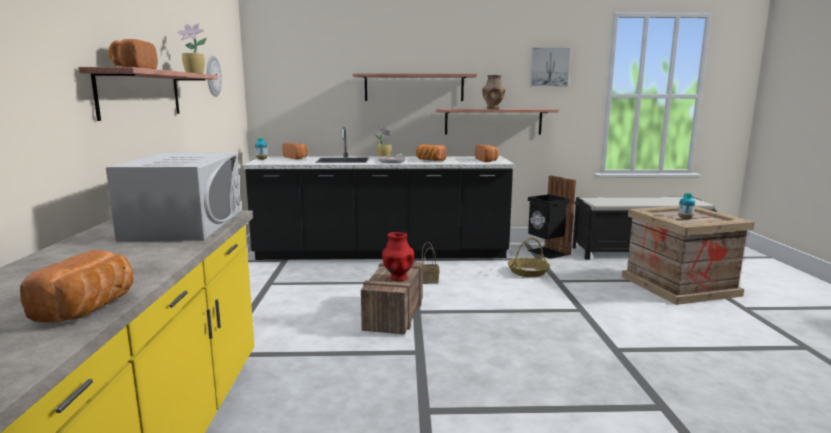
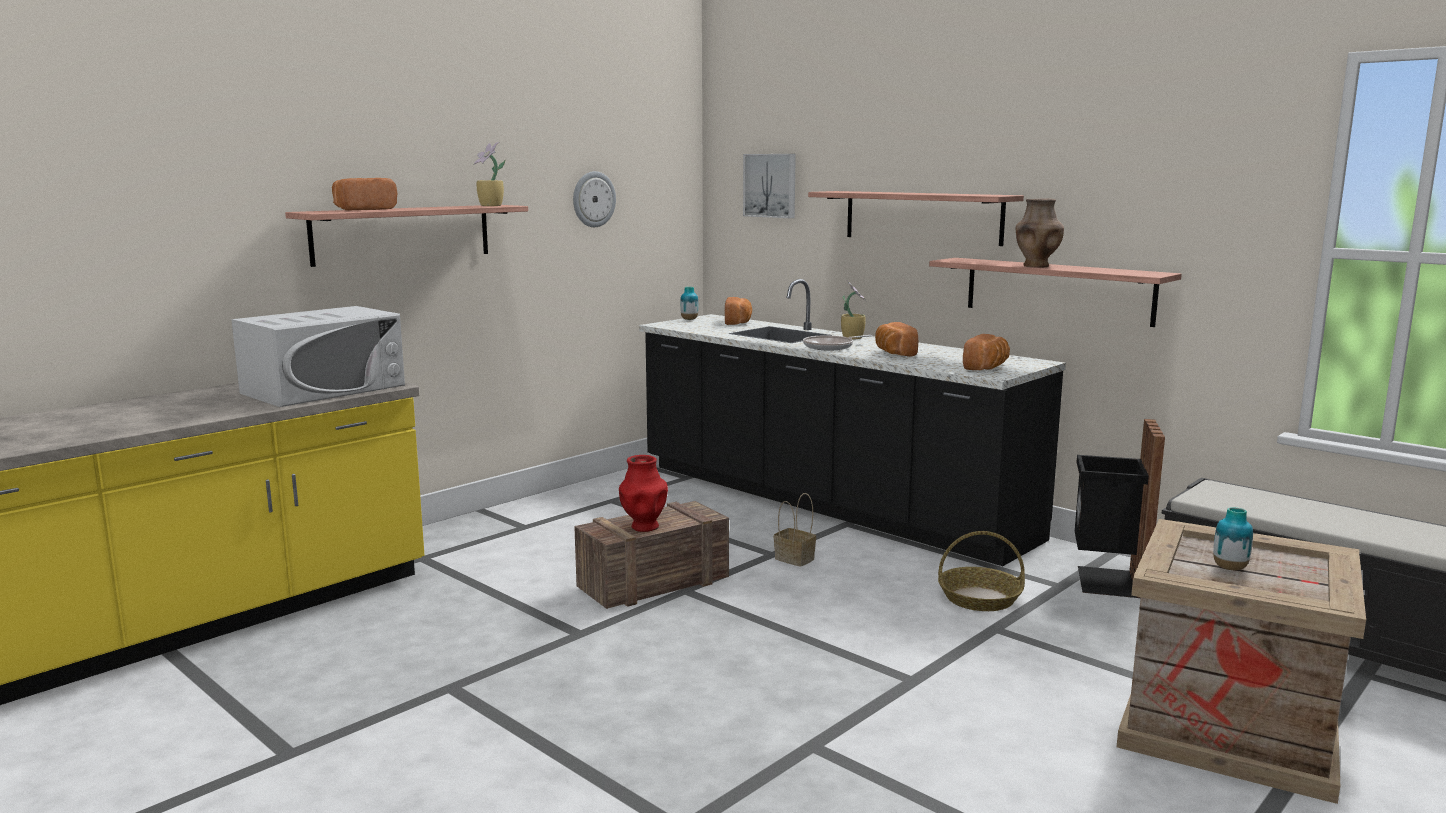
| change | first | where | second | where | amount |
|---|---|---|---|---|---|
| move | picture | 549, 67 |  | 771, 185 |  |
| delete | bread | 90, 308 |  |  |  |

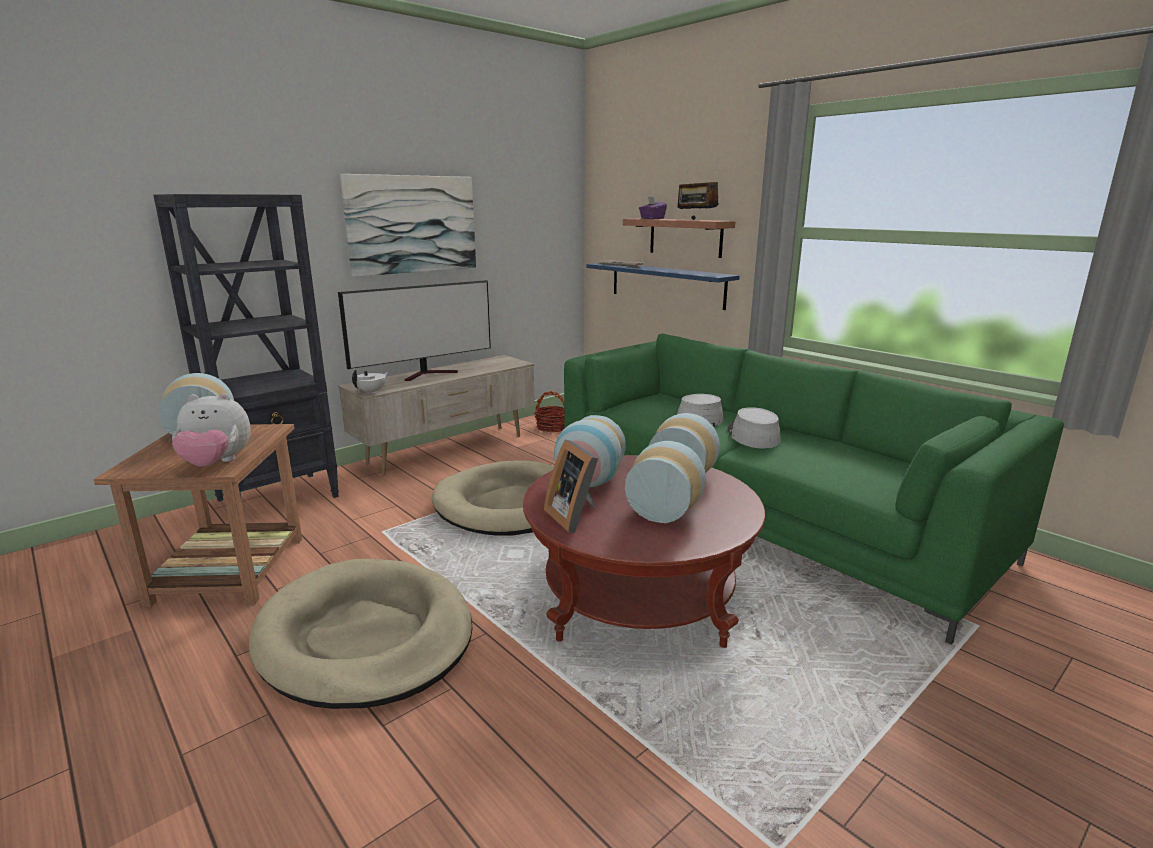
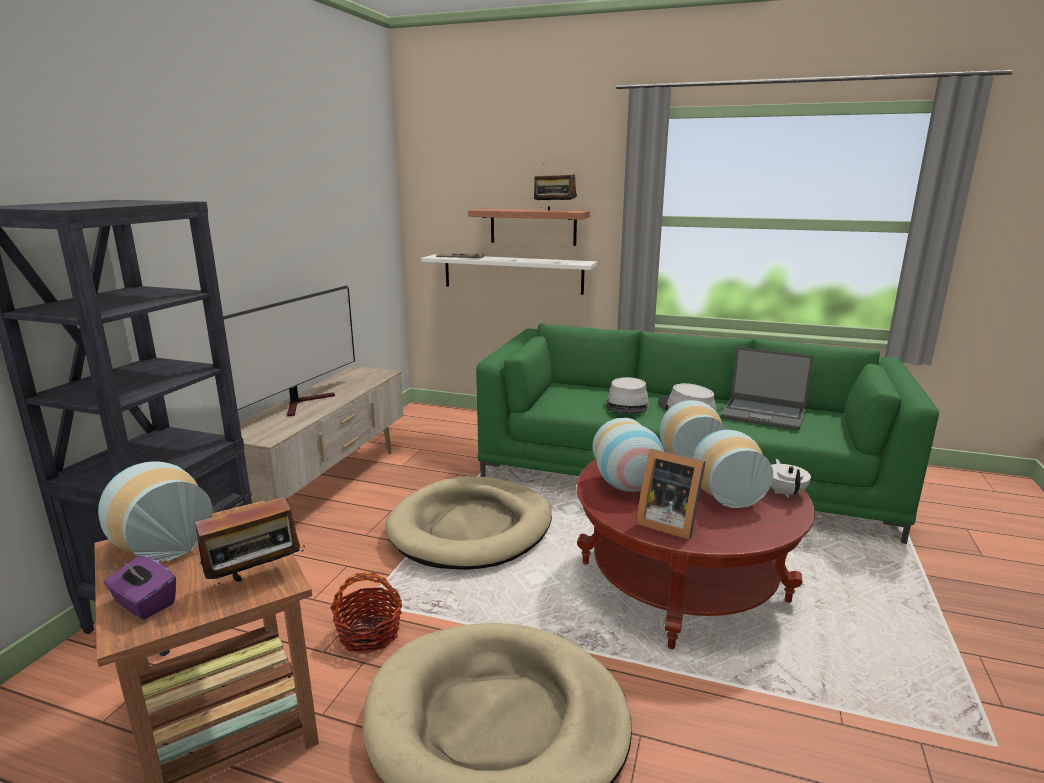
| change | first | where | second | where | amount |
|---|---|---|---|---|---|
| move | purple tissue box | 652, 218 |  | 144, 604 |  |
| replace | plush toy | 216, 464 | radio | 256, 580 |  |
| move | basket | 552, 427 |  | 369, 634 |  |
| recolor | blue shelf | 666, 284 | white shelf | 512, 274 |  |
| insert |  |  | laptop | 763, 414 |  |
| move | white teapot | 372, 392 |  | 784, 492 |  |
| delete | picture | 412, 224 |  |  |  |

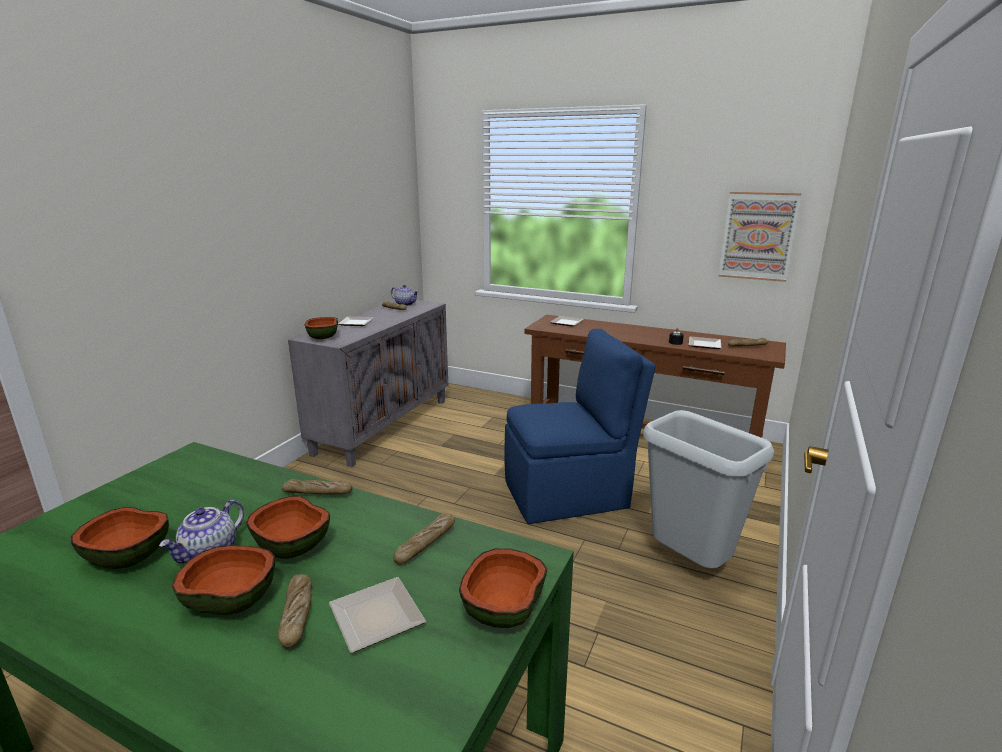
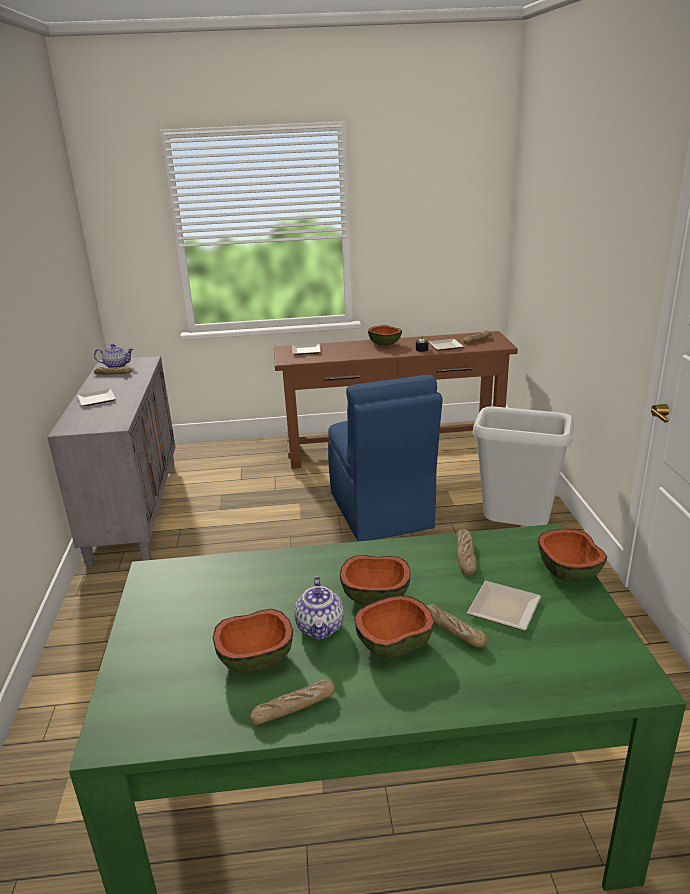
| change | first | where | second | where | amount |
|---|---|---|---|---|---|
| move | bread | 317, 493 |  | 293, 708 |  |
| rotate | blue chair | 569, 494 |  | 381, 512 | 120 degrees clockwise |
| move | bowl | 323, 337 |  | 385, 344 |  |
| delete | picture | 758, 236 |  |  |  |

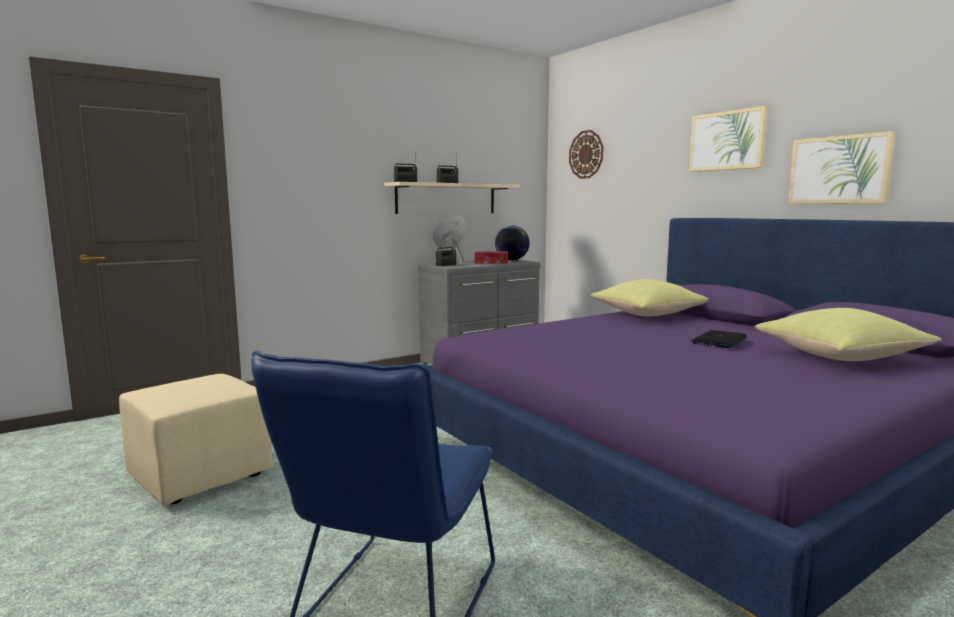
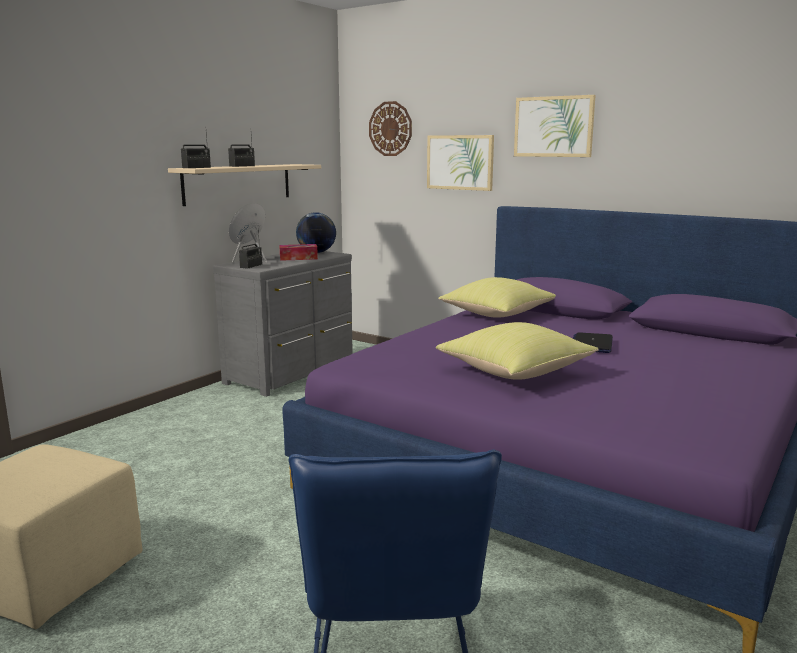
| change | first | where | second | where | amount |
|---|---|---|---|---|---|
| move | picture | 839, 170 |  | 460, 162 |  |
| move | yellow pillow | 840, 357 |  | 515, 372 |  |

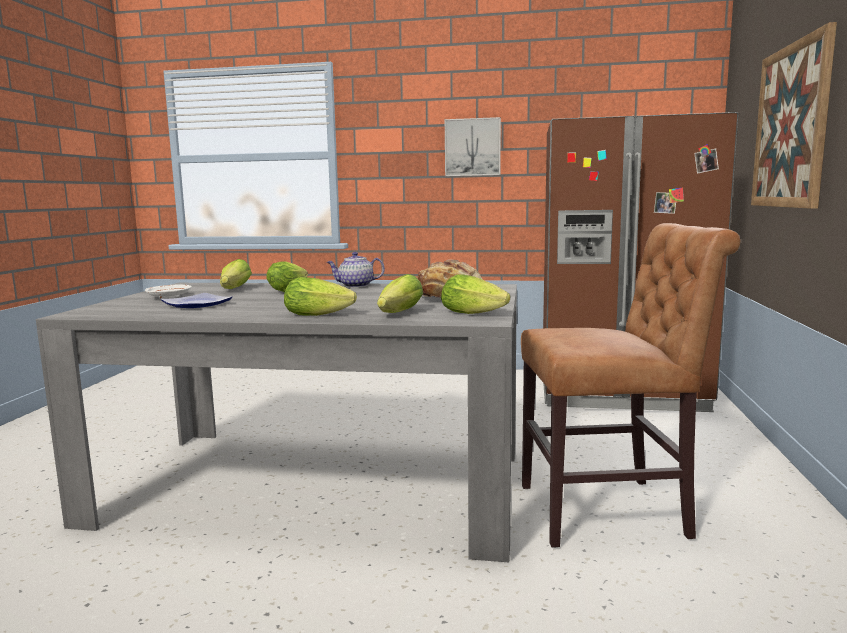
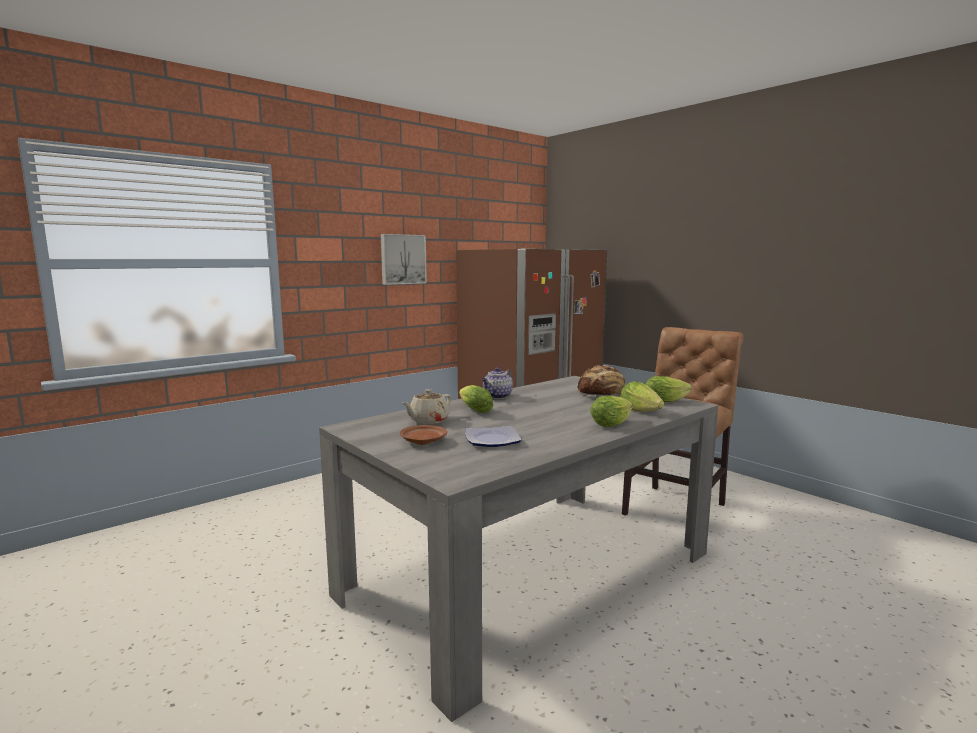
| change | first | where | second | where | amount |
|---|---|---|---|---|---|
| recolor | white plate | 169, 297 | brown plate | 422, 441 |  |
| replace | lettuce | 234, 289 | beige teapot | 428, 420 |  |
| delete | picture | 791, 126 |  |  |  |

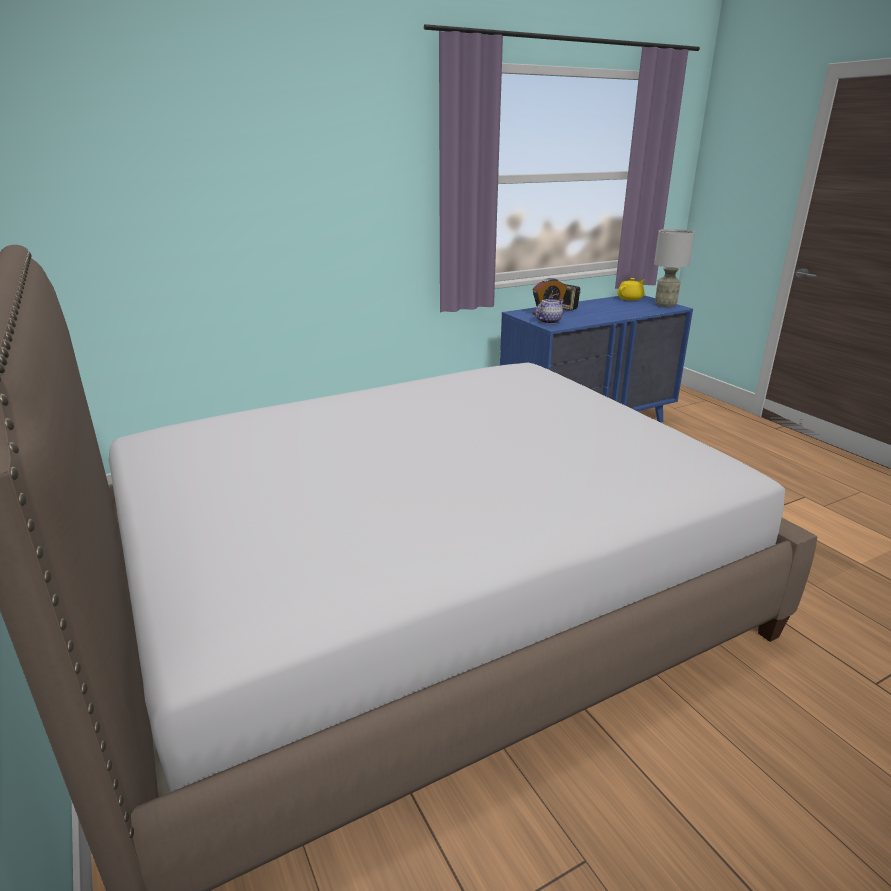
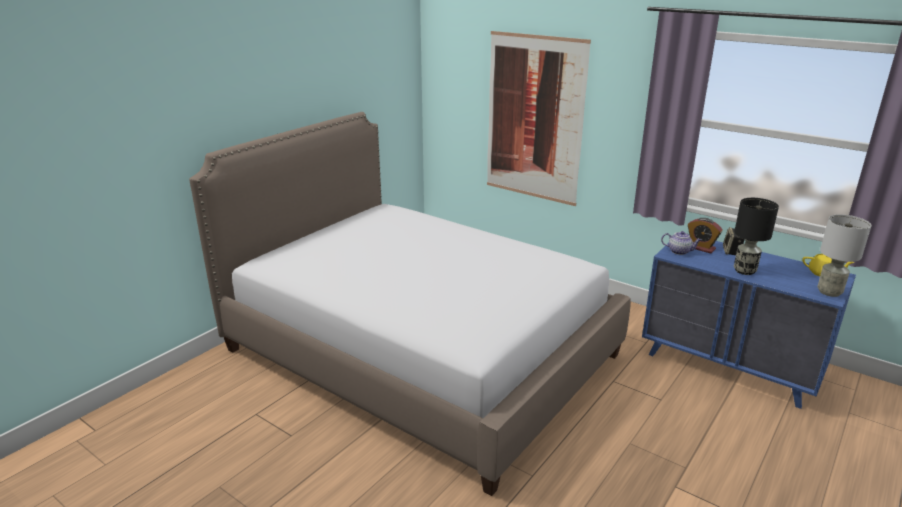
| change | first | where | second | where | amount |
|---|---|---|---|---|---|
| insert |  |  | picture | 534, 119 |  |
| insert |  |  | black table lamp | 744, 271 |  |

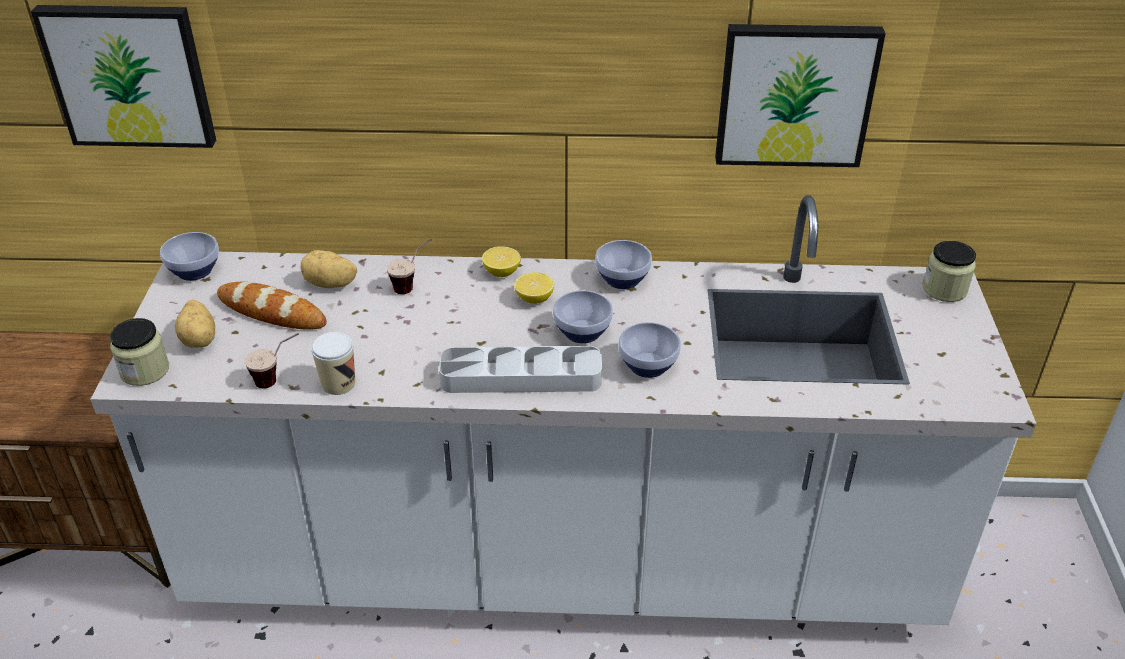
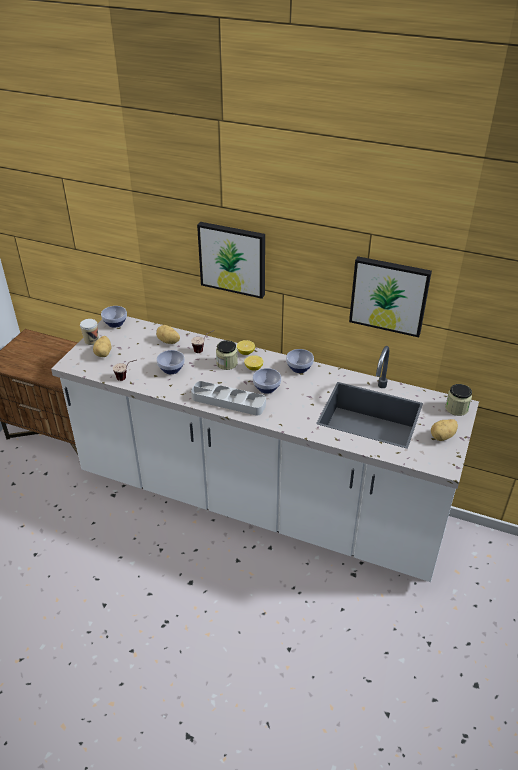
| change | first | where | second | where | amount |
|---|---|---|---|---|---|
| move | cup | 338, 383 |  | 91, 341 |  |
| move | bowl | 646, 365 |  | 171, 369 |  |
| move | picture | 130, 75 |  | 233, 258 |  |
| move | jar | 145, 370 |  | 227, 363 |  |
| insert |  |  | potato | 443, 437 |  |
| delete | bread | 272, 311 |  |  |  |

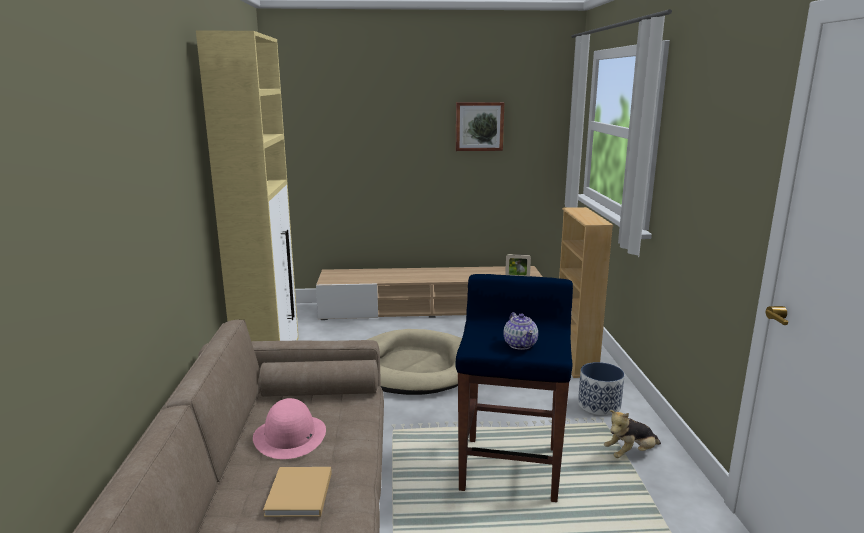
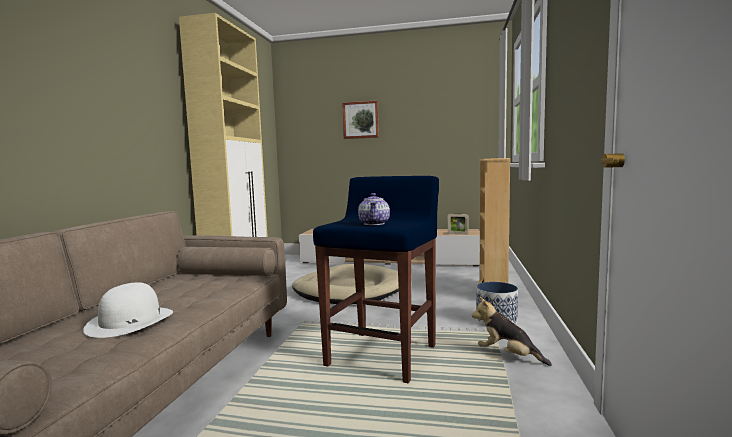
| change | first | where | second | where | amount |
|---|---|---|---|---|---|
| replace | beige book | 298, 495 | white hat | 130, 321 |  |
| move | picture | 479, 126 |  | 361, 120 |  |
| rotate | plush toy | 631, 453 |  | 508, 356 | 45 degrees clockwise |
| delete | pink hat | 290, 436 |  |  |  |

